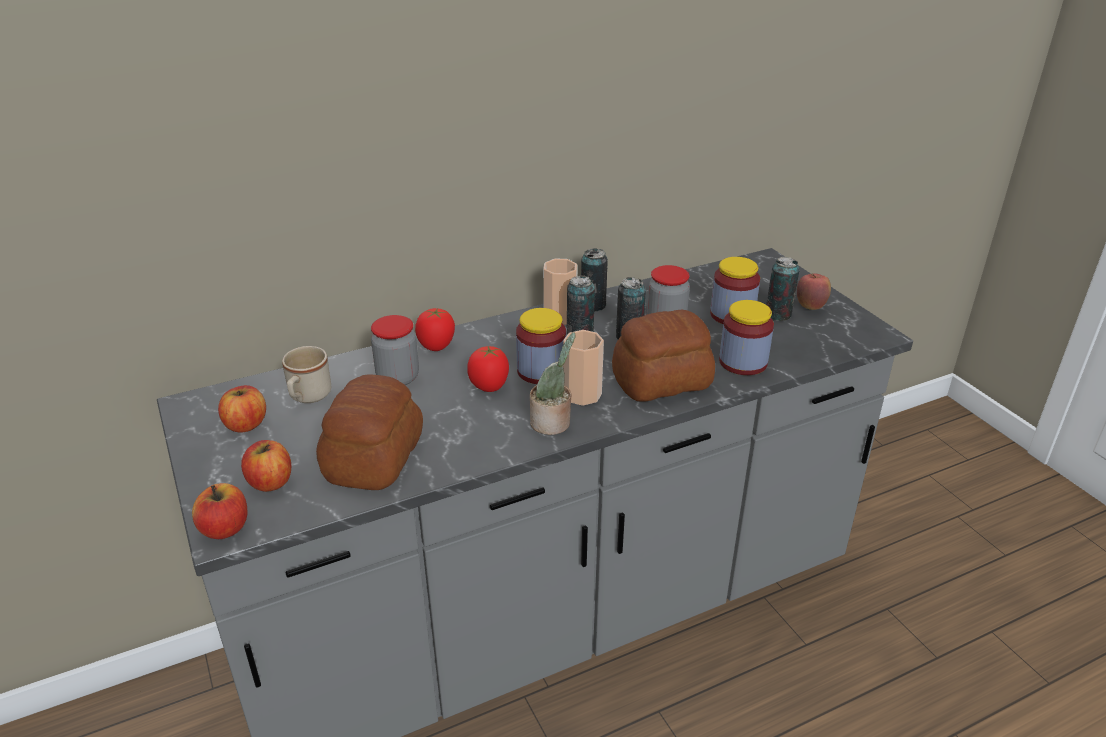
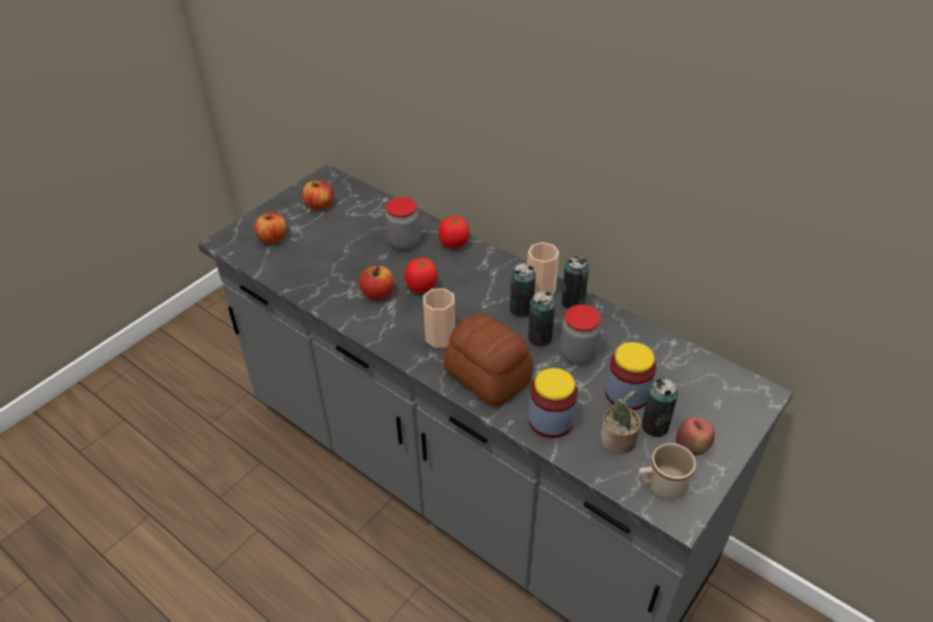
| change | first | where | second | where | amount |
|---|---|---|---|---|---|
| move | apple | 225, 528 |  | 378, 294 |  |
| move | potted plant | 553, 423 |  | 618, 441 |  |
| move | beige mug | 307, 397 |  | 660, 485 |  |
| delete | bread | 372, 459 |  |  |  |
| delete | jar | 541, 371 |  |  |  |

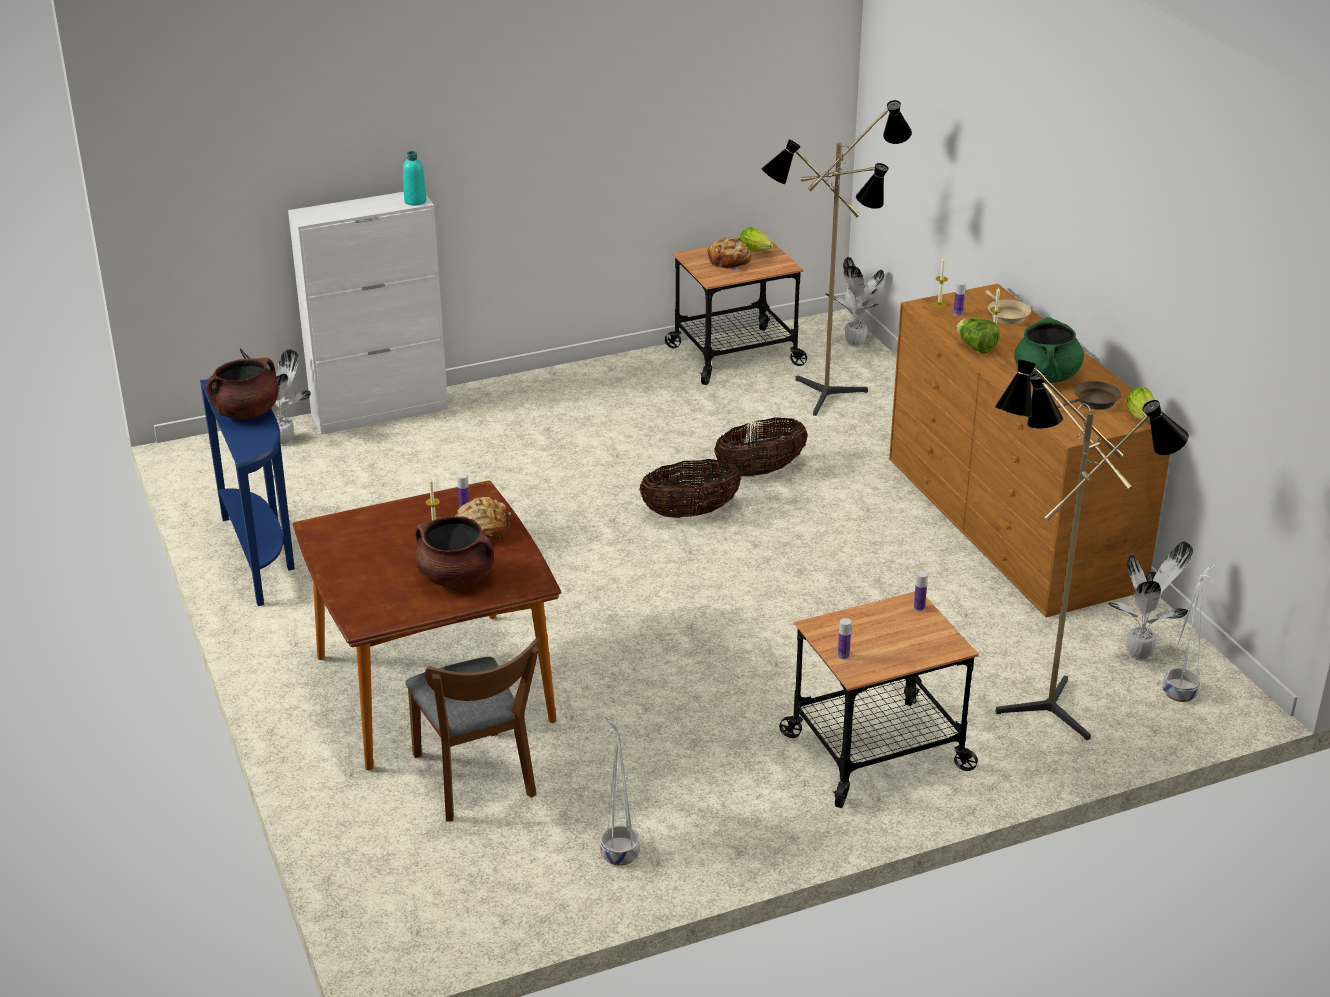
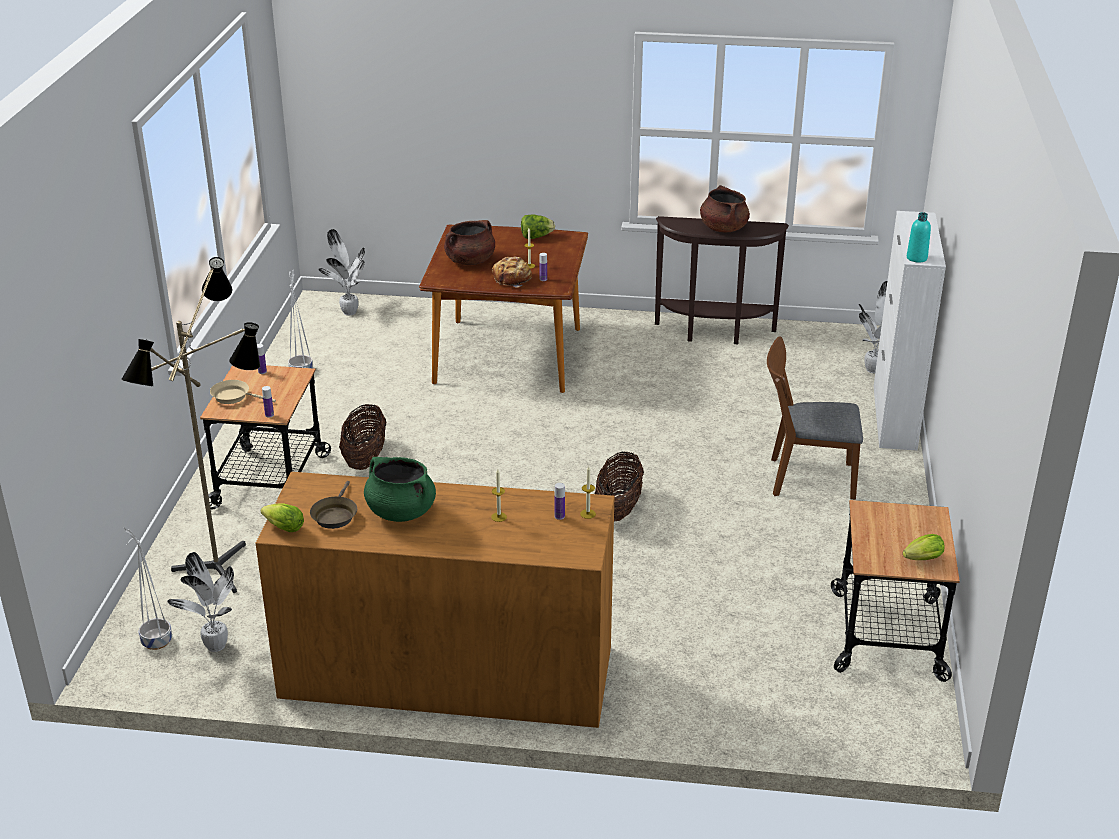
| change | first | where | second | where | amount |
|---|---|---|---|---|---|
| move | beige frying pan | 1006, 315 |  | 234, 397 |  |
| move | potted plant | 854, 344 |  | 349, 311 |  |
| move | basket | 760, 471 |  | 365, 458 |  |
| move | lettuce | 976, 347 |  | 536, 237 |  |
| recolor | blue console table | 261, 555 | brown console table | 714, 334 |  |
| move | brown chair | 476, 781 |  | 804, 478 |  |
| delete | bread | 729, 261 |  |  |  |
| delete | floor lamp | 829, 400 |  |  |  |

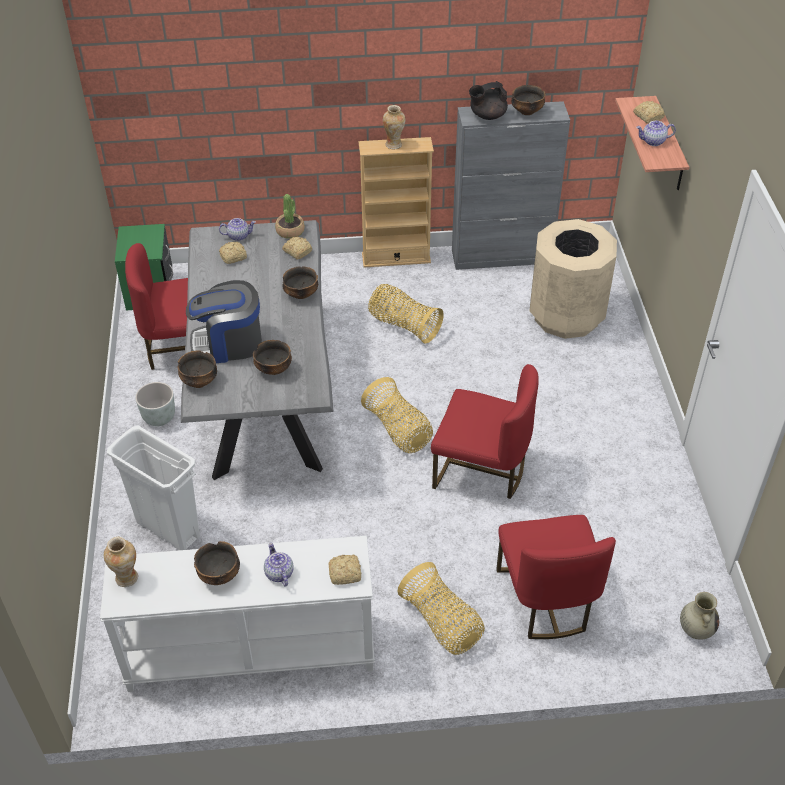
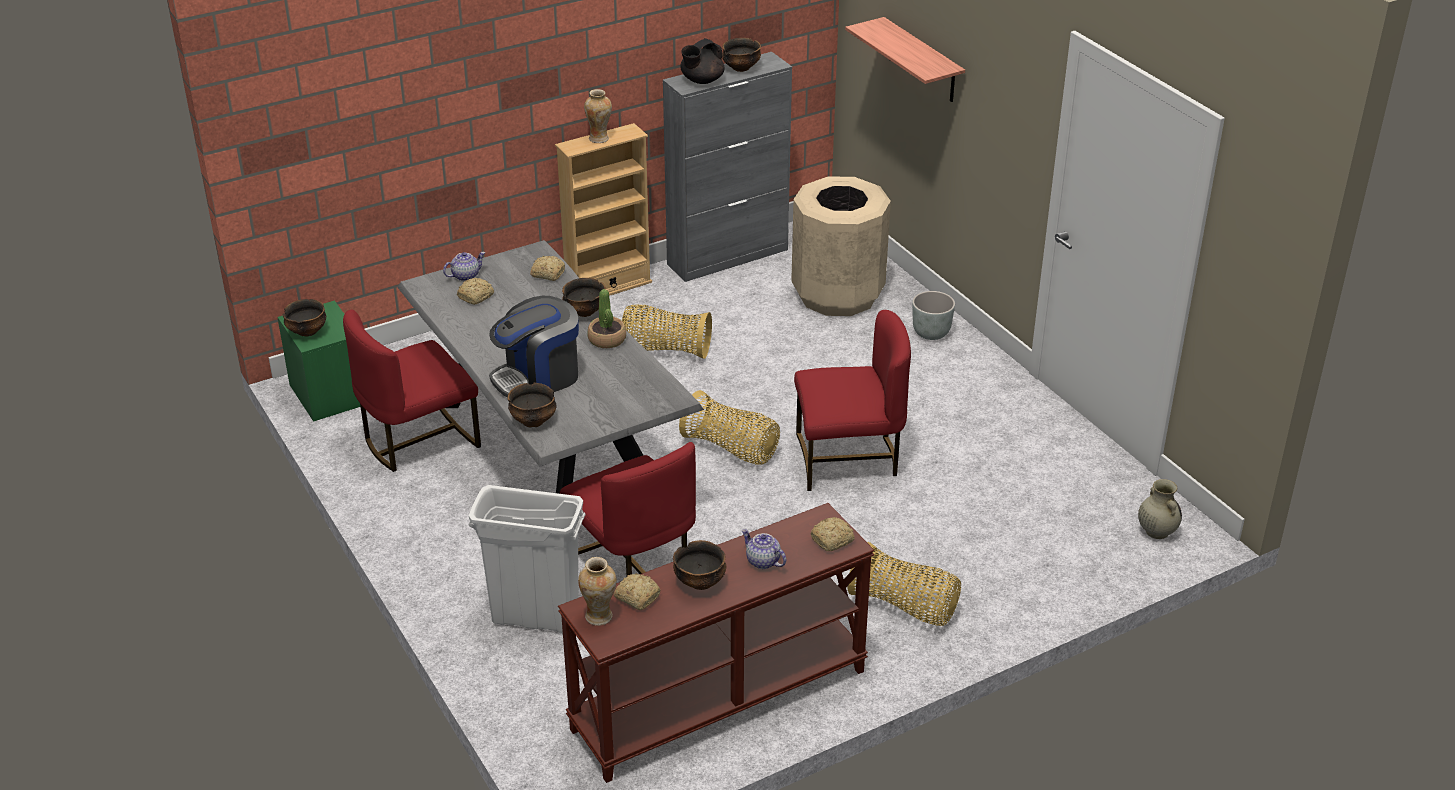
| change | first | where | second | where | amount |
|---|---|---|---|---|---|
| move | bowl | 274, 369 |  | 307, 332 |  |
| recolor | white console table | 250, 654 | brown console table | 719, 702 |  |
| move | red chair | 546, 599 |  | 633, 565 |  |
| move | potted plant | 290, 231 |  | 607, 339 |  |
| move | bread | 648, 116 |  | 637, 596 |  |
| move | grey planter | 159, 418 |  | 931, 334 |  |
| delete | teapot | 653, 141 |  |  |  |

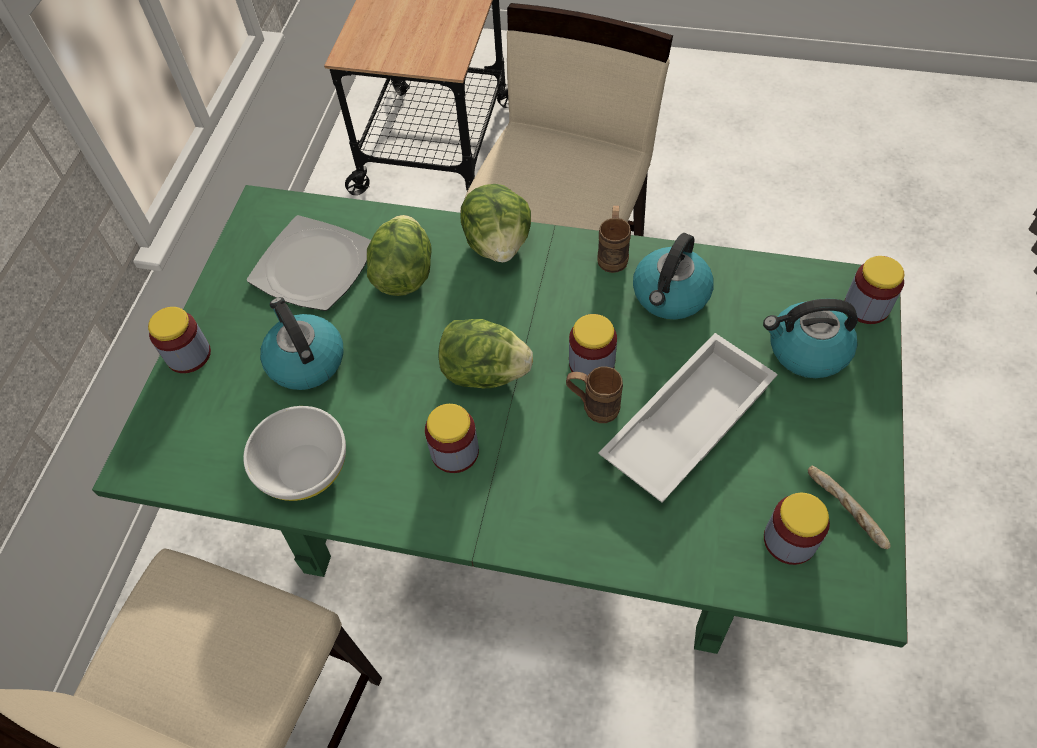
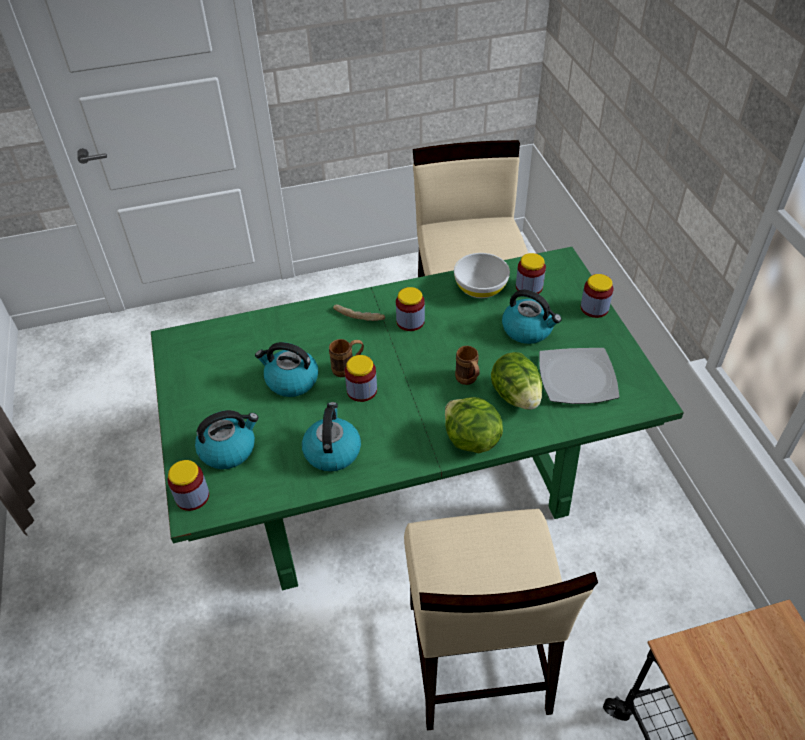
| change | first | where | second | where | amount |
|---|---|---|---|---|---|
| replace | white tray | 685, 422 | kettle | 291, 380 |  |
| move | bread | 845, 512 |  | 359, 316 |  |
| move | brown mug | 613, 254 |  | 468, 381 |  |
| move | jar | 789, 540 |  | 529, 287 |  |
| delete | lettuce | 484, 372 |  |  |  |

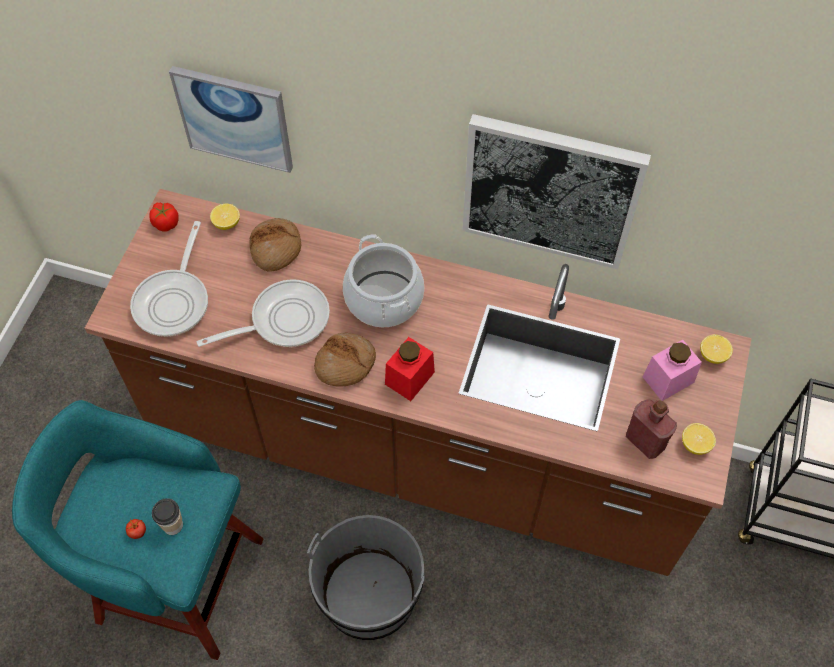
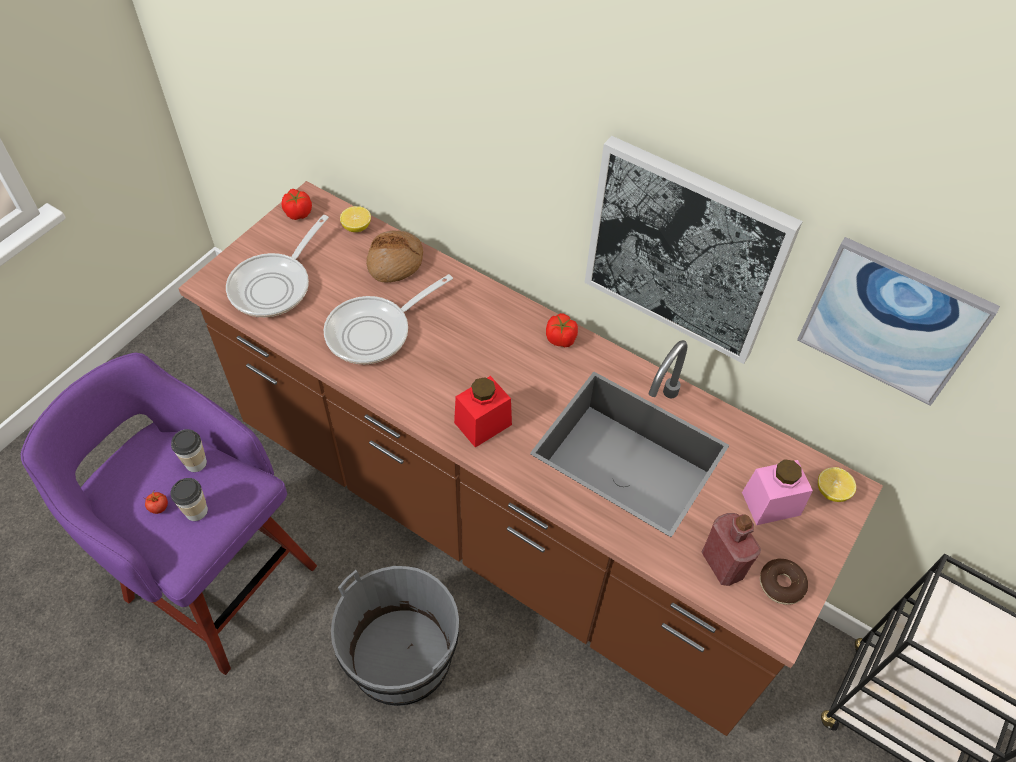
| change | first | where | second | where | amount |
|---|---|---|---|---|---|
| recolor | turquoise stool | 175, 577 | purple stool | 217, 578 |  |
| insert |  |  | cup | 196, 463 |  |
| rotate | frying pan | 283, 320 |  | 375, 332 | 150 degrees clockwise |
| insert |  |  | tomato | 561, 339 |  |
| replace | lemon | 695, 444 | donut | 781, 584 |  |
| move | picture | 234, 118 |  | 891, 321 |  |
| delete | bread | 345, 364 |  |  |  |
| delete | cooking pot | 383, 299 |  |  |  |

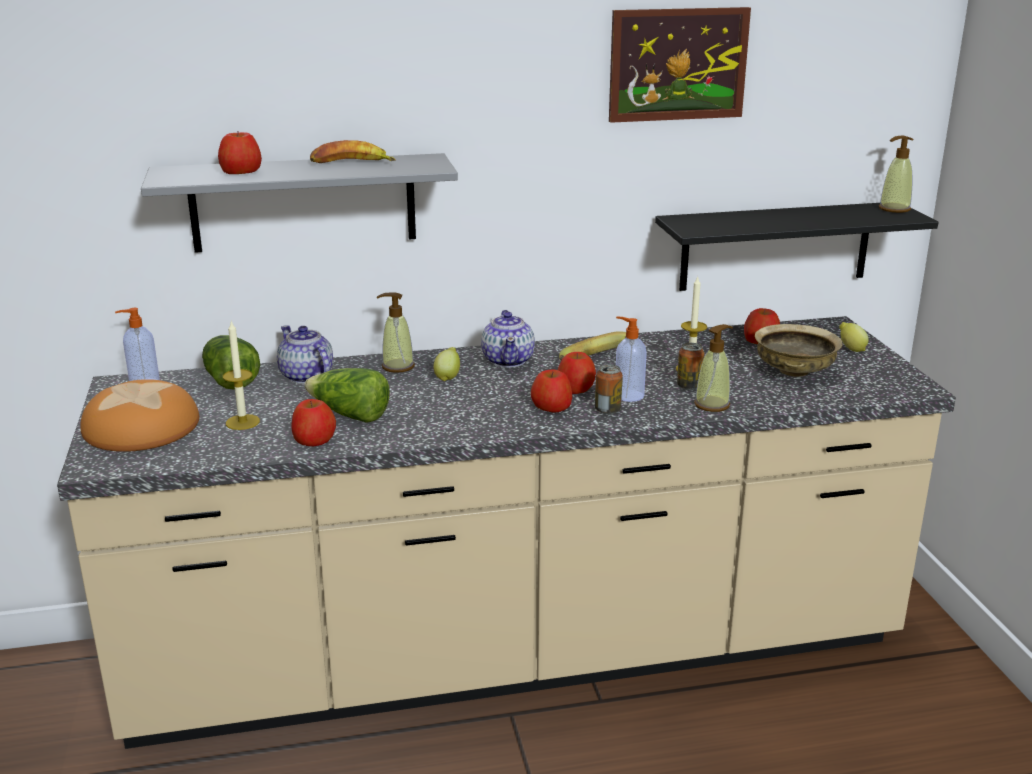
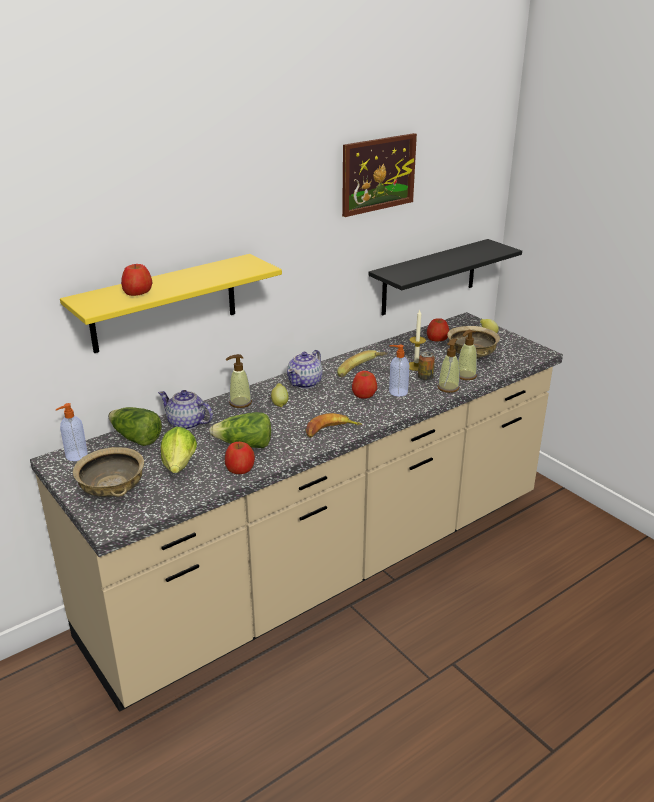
| change | first | where | second | where | amount |
|---|---|---|---|---|---|
| recolor | grey shelf | 303, 202 | yellow shelf | 164, 303 |  |
| replace | bread | 142, 428 | beige bowl | 112, 489 |  |
| replace | candle | 242, 422 | lettuce | 179, 467 |  |
| rotate | teapot | 508, 360 |  | 305, 383 | 60 degrees clockwise |
| move | banana | 352, 163 |  | 330, 430 |  |
| move | soap dispenser | 894, 209 |  | 465, 376 |  |
| delete | apple | 551, 407 |  |  |  |
| delete | can | 607, 410 |  |  |  |

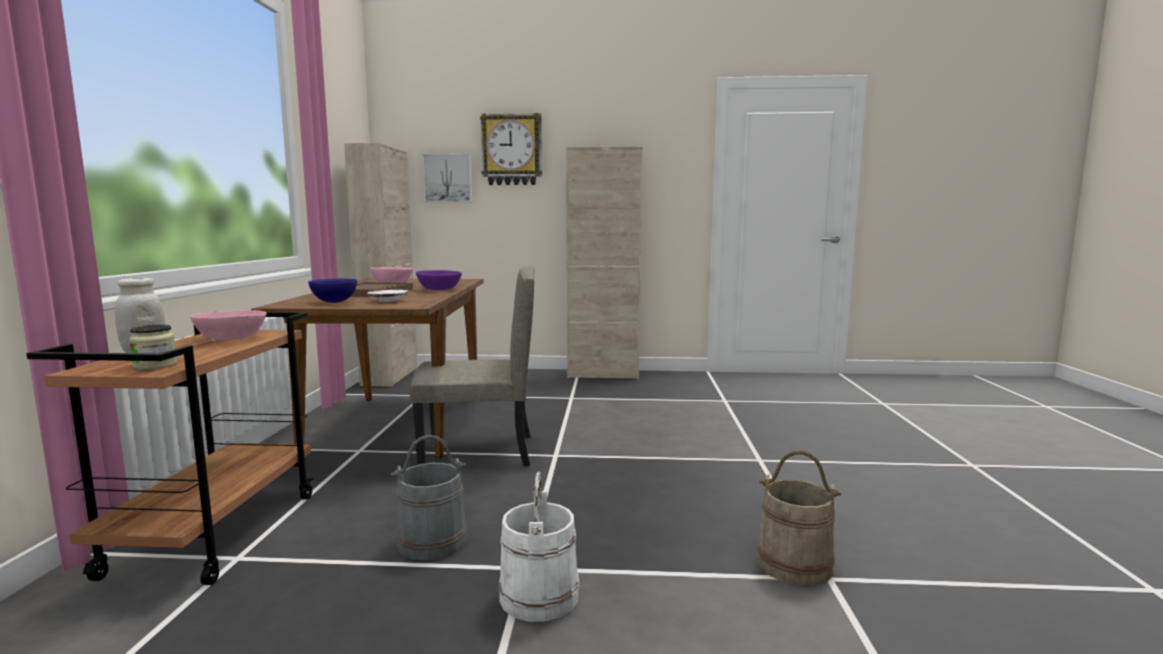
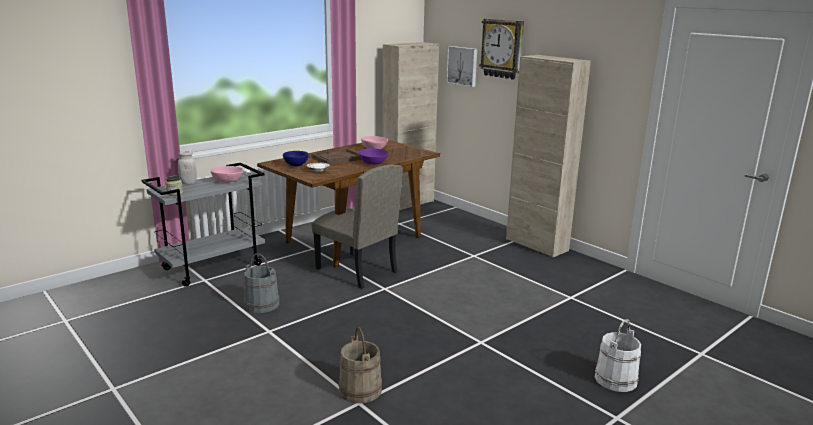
| change | first | where | second | where | amount |
|---|---|---|---|---|---|
| recolor | brown cart | 215, 532 | grey cart | 213, 266 |  |
| move | white bucket | 540, 596 |  | 616, 379 |  |

